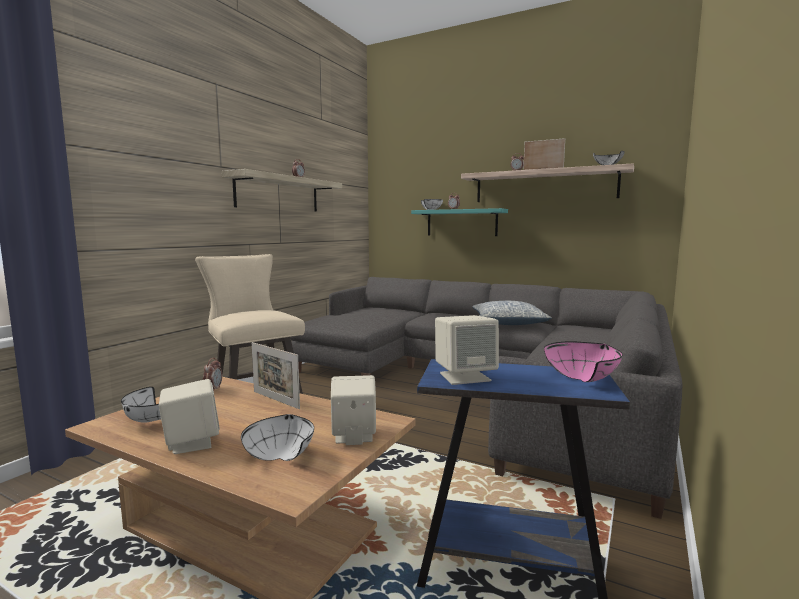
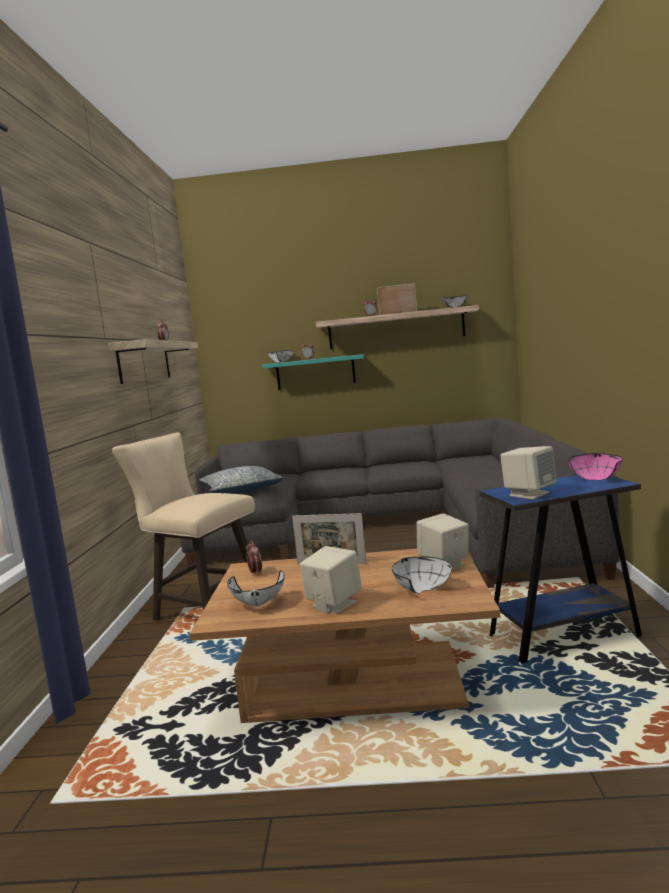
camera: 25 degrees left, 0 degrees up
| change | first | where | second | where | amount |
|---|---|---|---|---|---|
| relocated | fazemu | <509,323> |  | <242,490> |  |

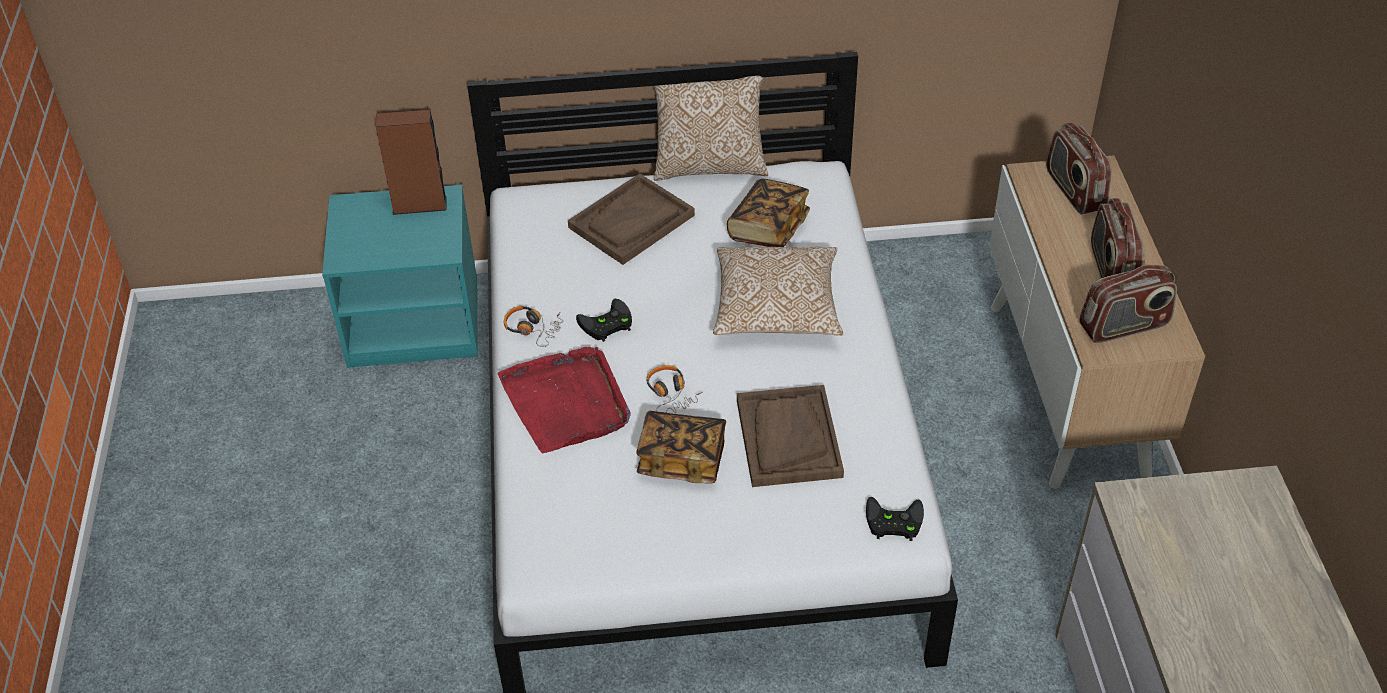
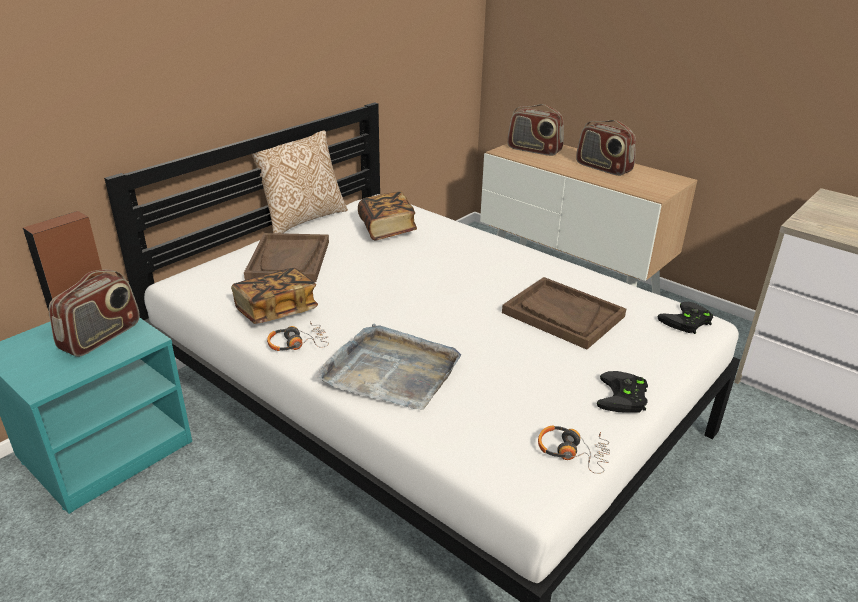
camera: 45 degrees left, 15 degrees down
| change | first | where | second | where | amount |
|---|---|---|---|---|---|
| missing | fazemu | <776,309> |  |  |  |
| relocated | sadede | <1124,326> |  | <101,337> |  |
| relocated | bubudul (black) | <606,325> |  | <624,398> |  |
| colour | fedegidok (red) | <567,402> | fedegidok (grey) | <391,371> |  |
| relocated | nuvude | <670,394> |  | <572,452> |  |
| relocated | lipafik | <682,459> |  | <276,310> |  |

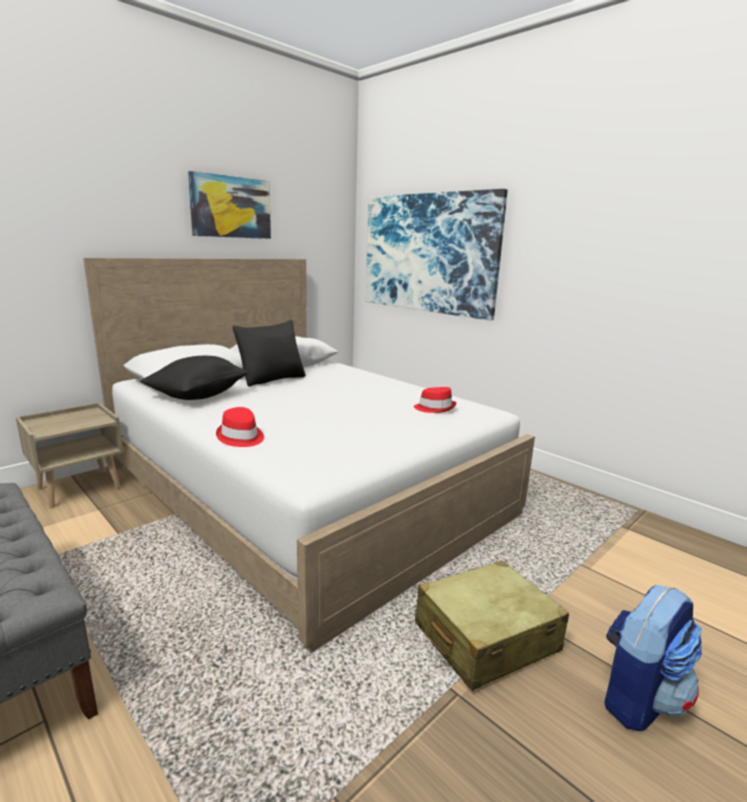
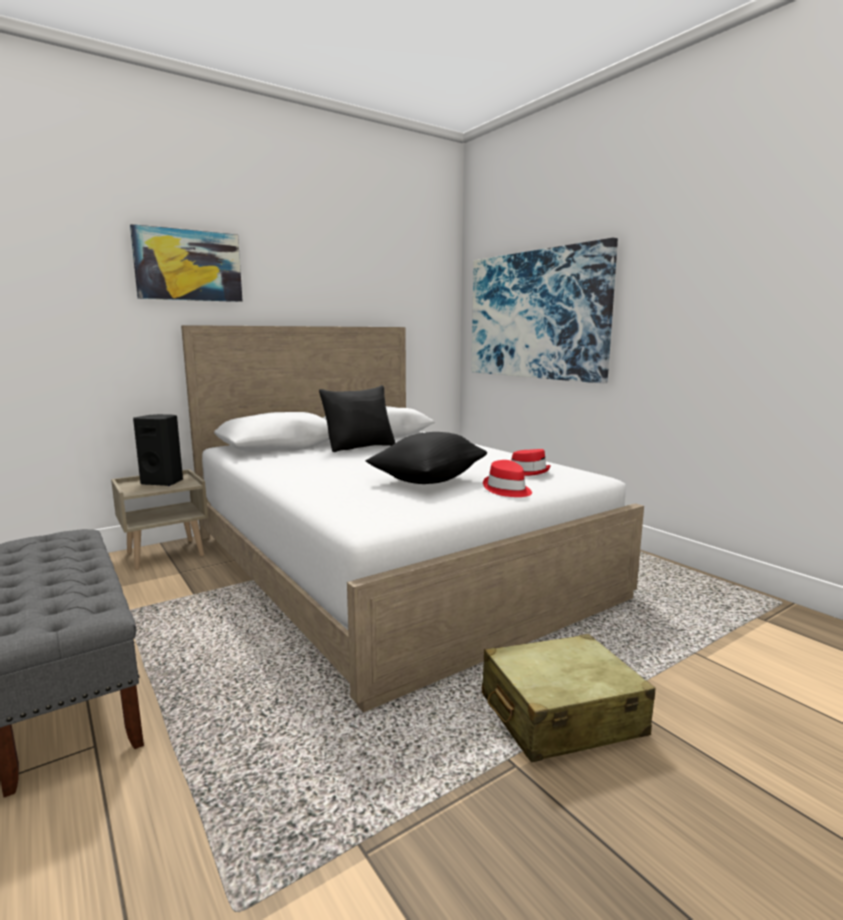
camera: 10 degrees right, 5 degrees down
| change | first | where | second | where | amount |
|---|---|---|---|---|---|
| relocated | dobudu | <231,207> |  | <188,265> |  |
| relocated | fazemu (black) | <198,396> |  | <428,480> |  |
| relocated | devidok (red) | <240,437> |  | <507,490> |  |
| missing | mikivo | <638,697> |  |  |  |
| appeared |  |  | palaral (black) | <163,482> |  |

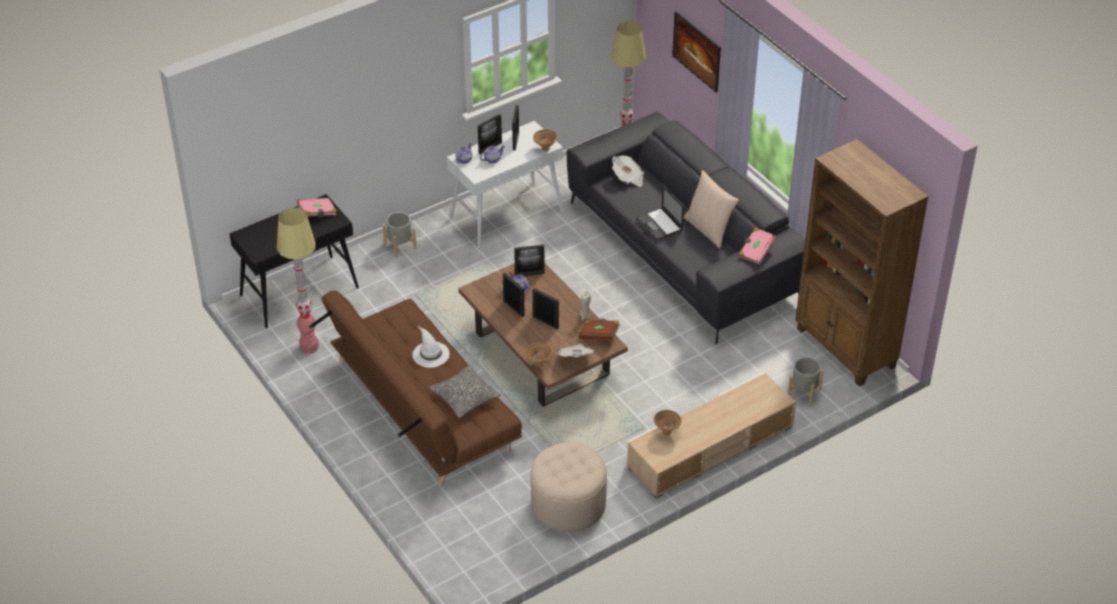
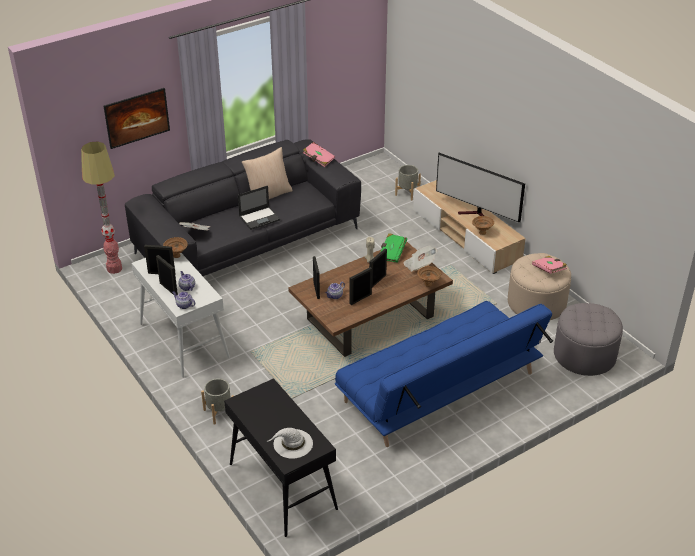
camera: 90 degrees left, 5 degrees down
| change | first | where | second | where | amount |
|---|---|---|---|---|---|
| missing | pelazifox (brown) | <845,349> |  |  |  |
| relocated | lipafik (pink) | <317,213> |  | <549,270> |  |
| missing | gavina | <309,347> |  |  |  |
| colour | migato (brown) | <422,407> | migato (blue) | <440,388> |  |
| colour | lipafik (brown) | <599,335> | lipafik (green) | <392,253> |  |
| relocated | devidok (white) | <430,354> |  | <292,444> |  |
| missing | fazemu | <465,397> |  |  |  |
| appeared |  |  | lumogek | <477,216> |  |
| appeared |  |  | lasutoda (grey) | <584,355> |  |

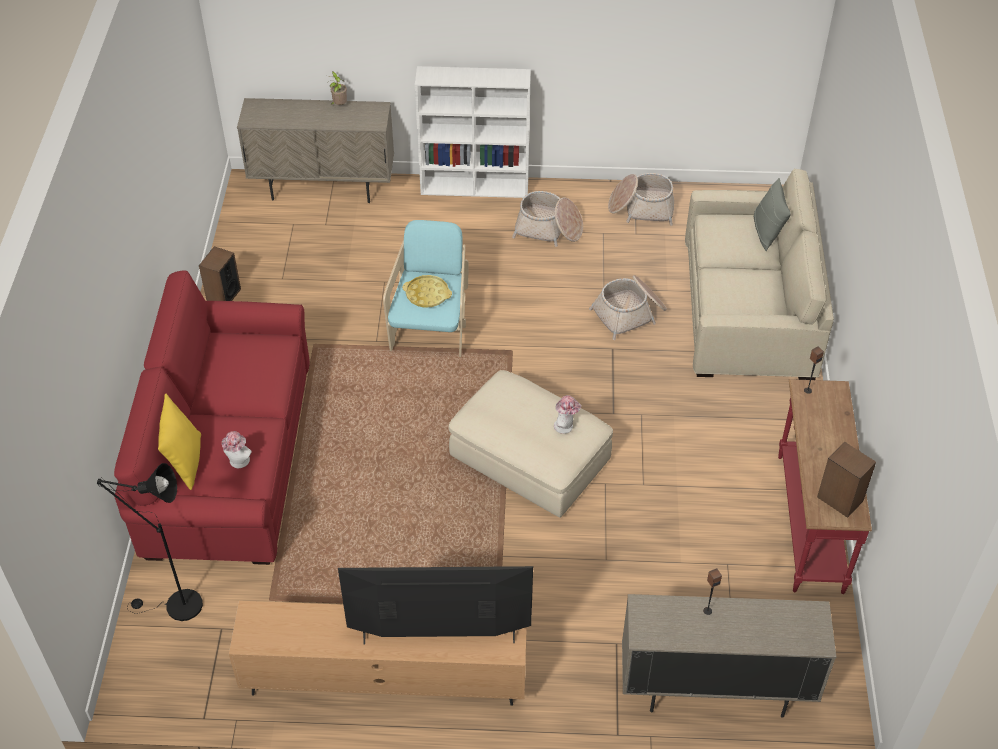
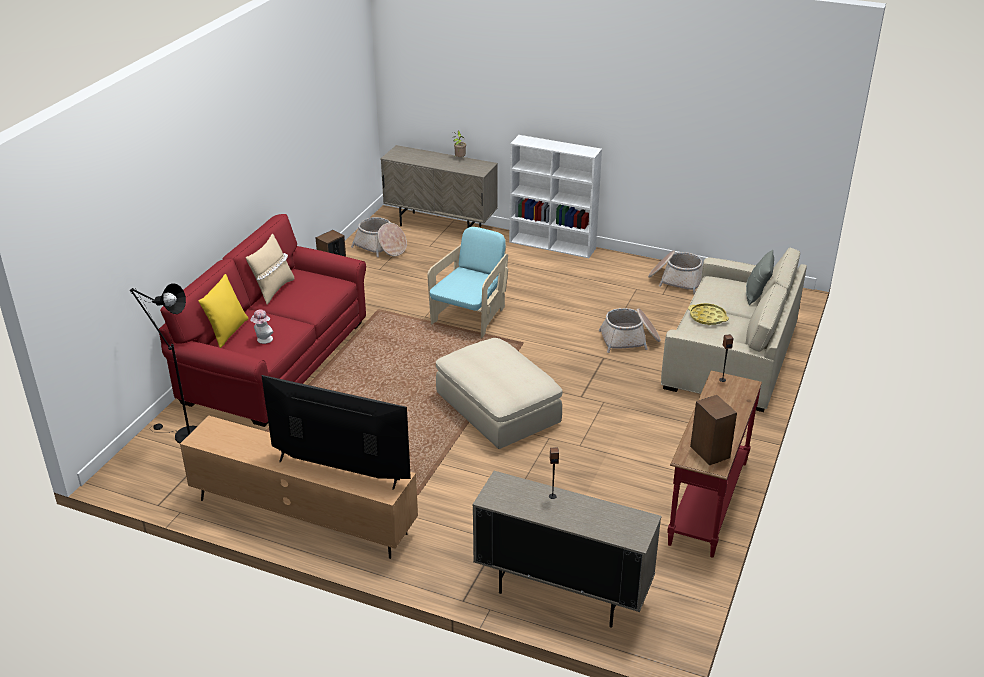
camera: 20 degrees right, 15 degrees down
| change | first | where | second | where | amount |
|---|---|---|---|---|---|
| relocated | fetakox | <548,229> |  | <381,247> |  |
| relocated | fedegidok (yellow) | <427,294> |  | <707,317> |  |
| missing | devidok | <566,426> |  |  |  |
| appeared |  |  | fazemu (beige) | <273,290> |  |

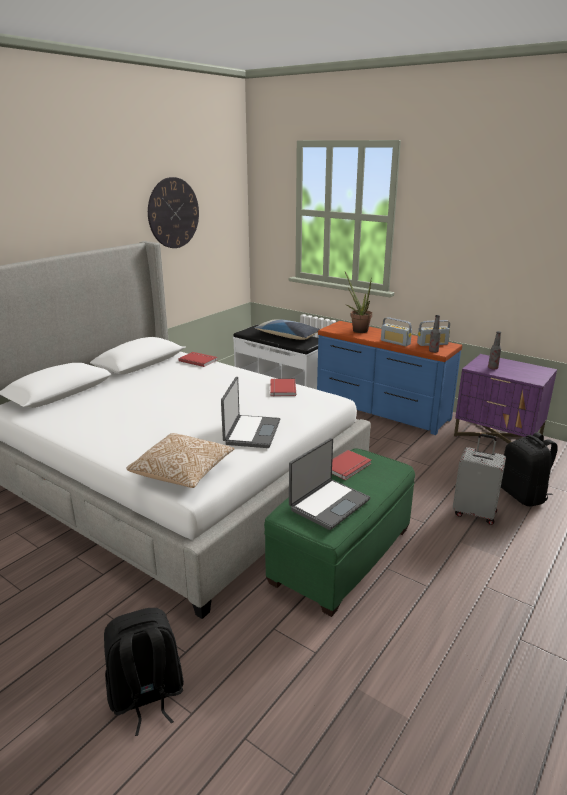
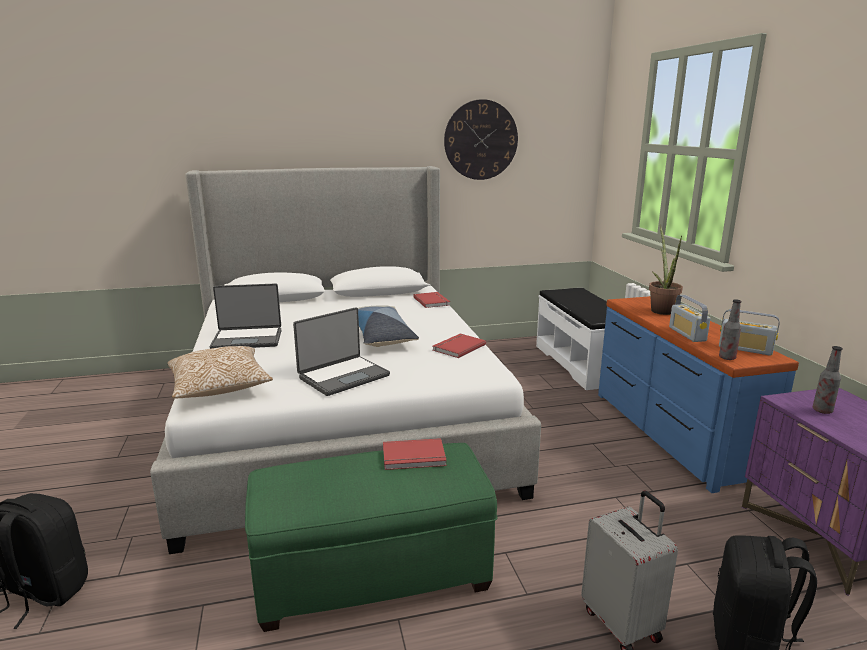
camera: 40 degrees right, 5 degrees down
| change | first | where | second | where | amount |
|---|---|---|---|---|---|
| relocated | fazemu | <287,336> |  | <380,335> |  |
| relocated | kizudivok | <328,504> |  | <247,339> |  |

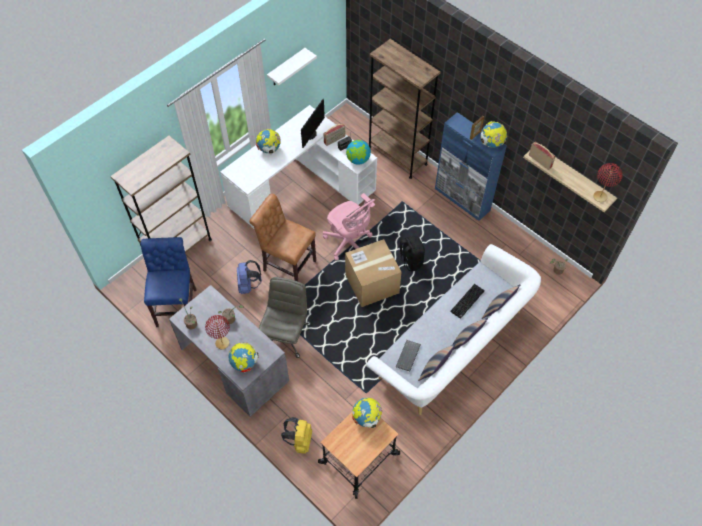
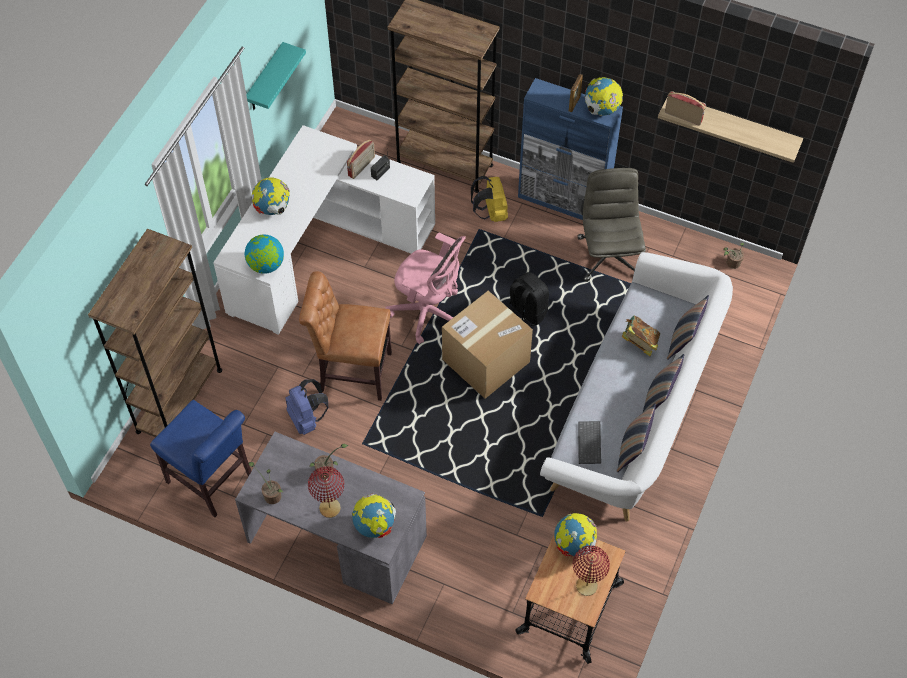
camera: 20 degrees left, 0 degrees up
| change | first | where | second | where | amount |
|---|---|---|---|---|---|
| colour | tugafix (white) | <286,68> | tugafix (turquoise) | <265,79> |  |
| missing | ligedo | <310,134> |  |  |  |
| relocated | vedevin | <358,160> |  | <266,265> |  |
| relocated | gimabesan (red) | <600,197> |  | <586,586> |  |
| spun | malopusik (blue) | <177,305> |  | <213,482> | 150 degrees clockwise |
| relocated | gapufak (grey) | <286,335> |  | <608,256> |  |
| exchanged | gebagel | <467,302> | lipafik | <639,343> |  |
| relocated | mikivo (yellow) | <299,441> |  | <491,213> |  |

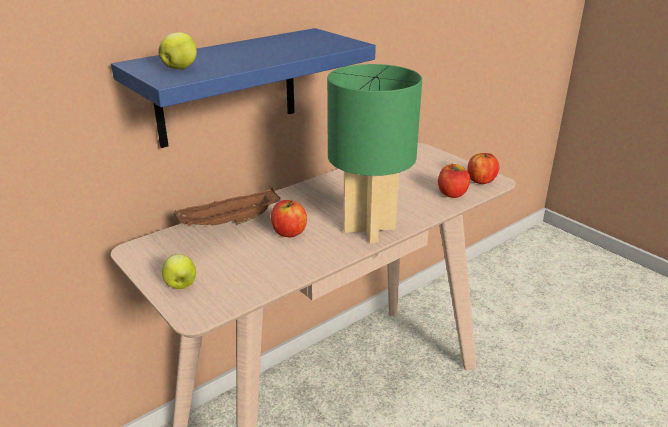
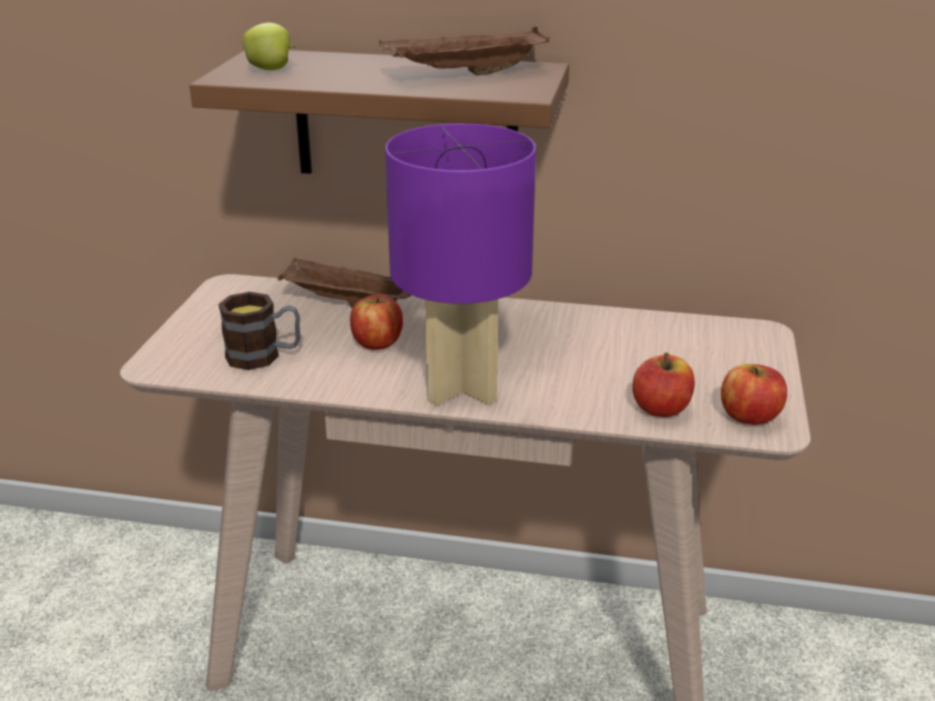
camera: 50 degrees right, 0 degrees up
| change | first | where | second | where | amount |
|---|---|---|---|---|---|
| colour | tugafix (blue) | <227,87> | tugafix (brown) | <405,118> |  |
| colour | gimabesan (green) | <370,229> | gimabesan (purple) | <460,388> |  |
| missing | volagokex | <181,285> |  |  |  |
| appeared |  |  | fedegidok (brown) | <464,74> |  |
| appeared |  |  | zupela | <264,356> |  |

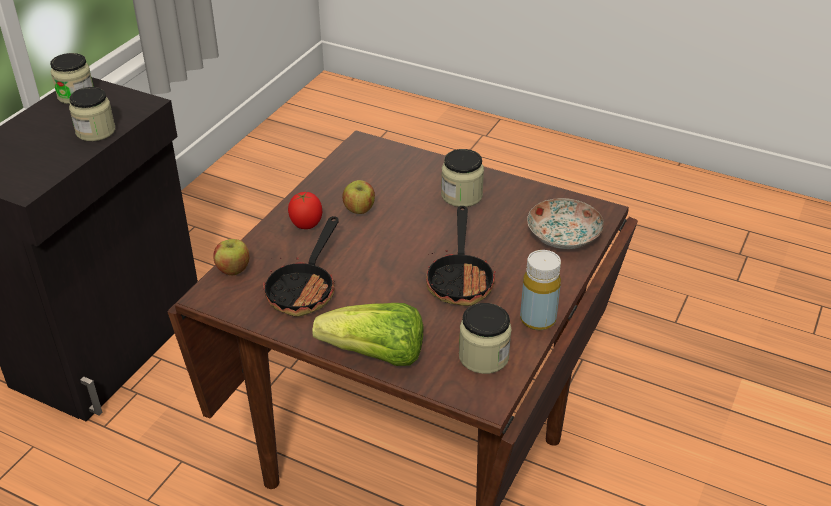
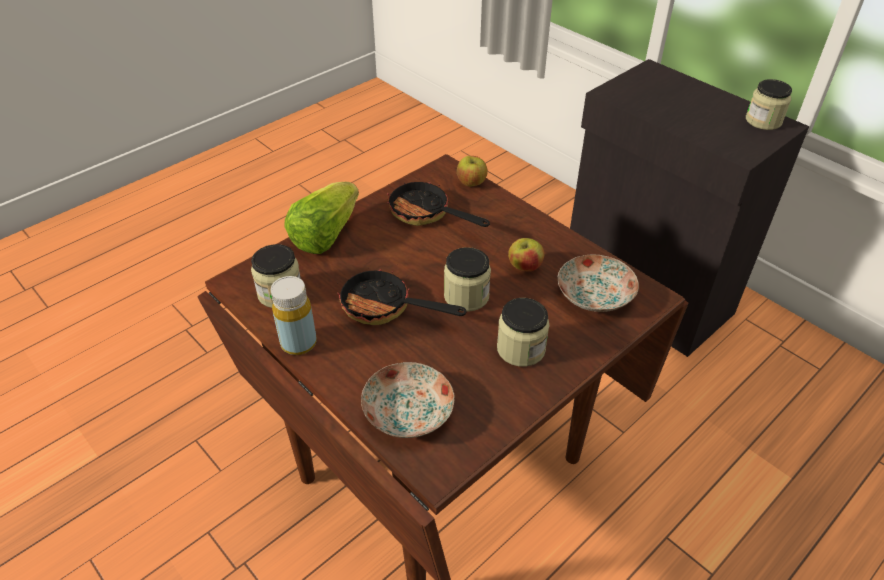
camera: 110 degrees right, 5 degrees up
| change | first | where | second | where | amount |
|---|---|---|---|---|---|
| relocated | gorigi | <95,131> |  | <466,296> |  |
| missing | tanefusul | <306,226> |  |  |  |
| appeared |  |  | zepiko | <595,296> |  |

